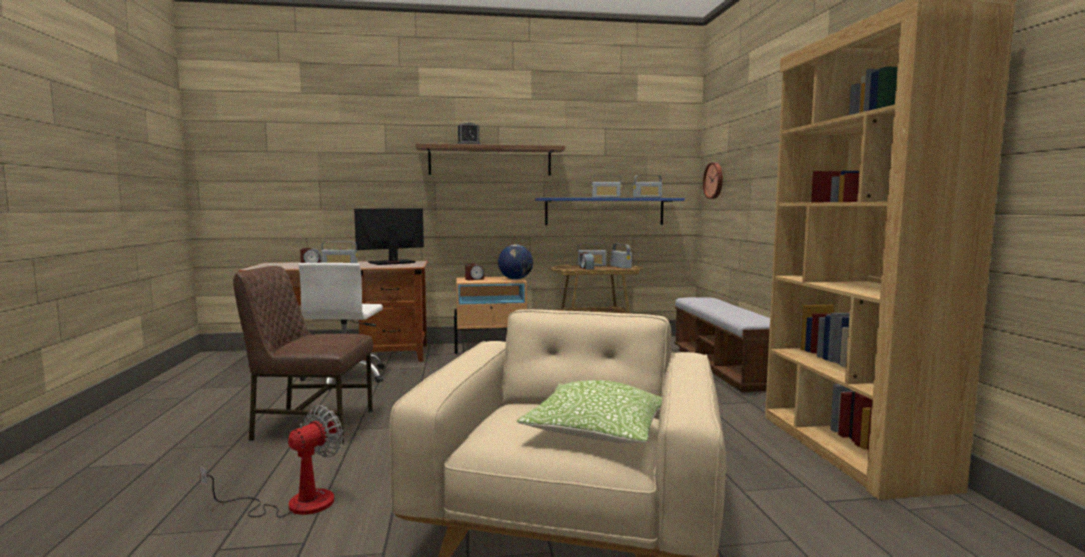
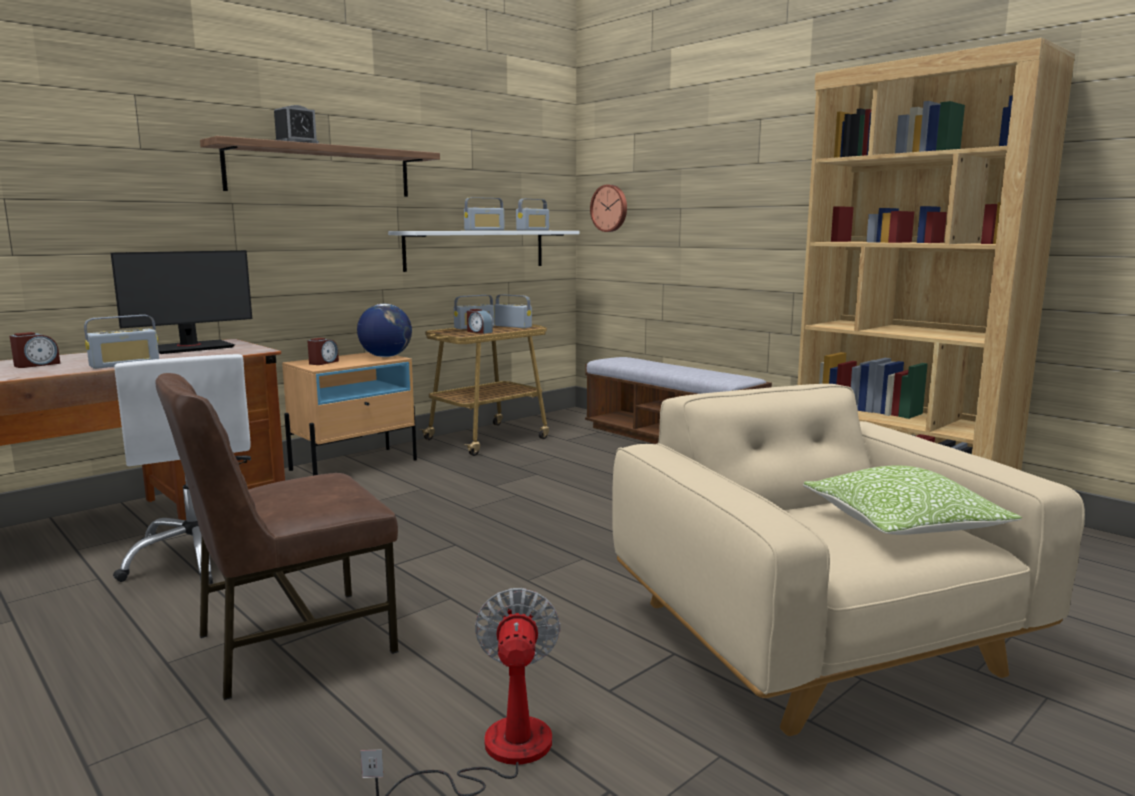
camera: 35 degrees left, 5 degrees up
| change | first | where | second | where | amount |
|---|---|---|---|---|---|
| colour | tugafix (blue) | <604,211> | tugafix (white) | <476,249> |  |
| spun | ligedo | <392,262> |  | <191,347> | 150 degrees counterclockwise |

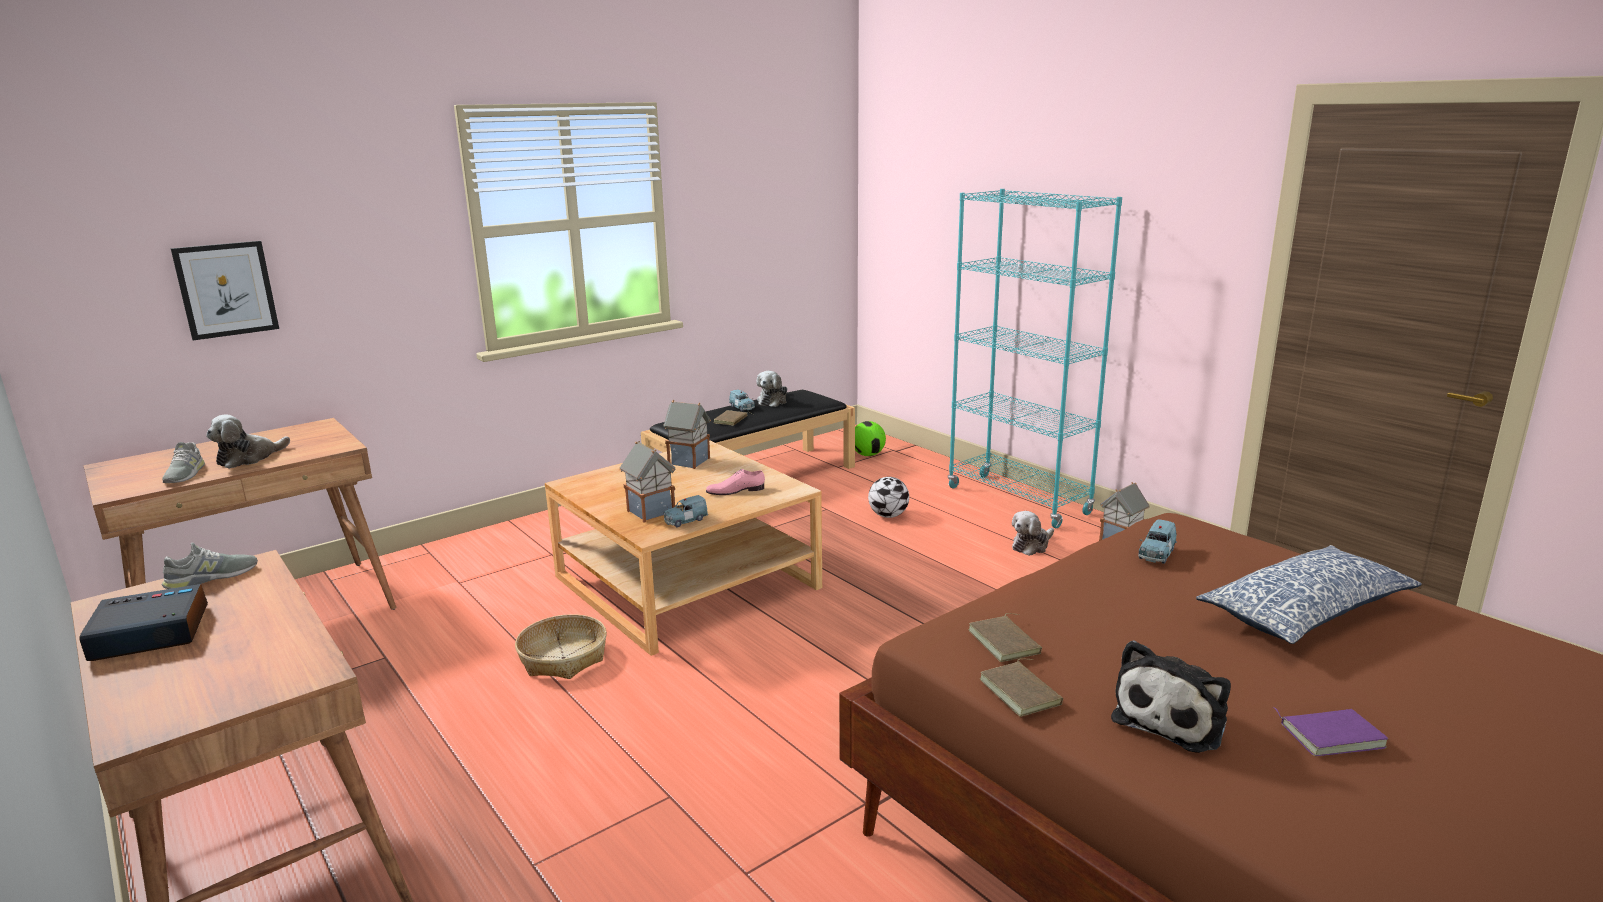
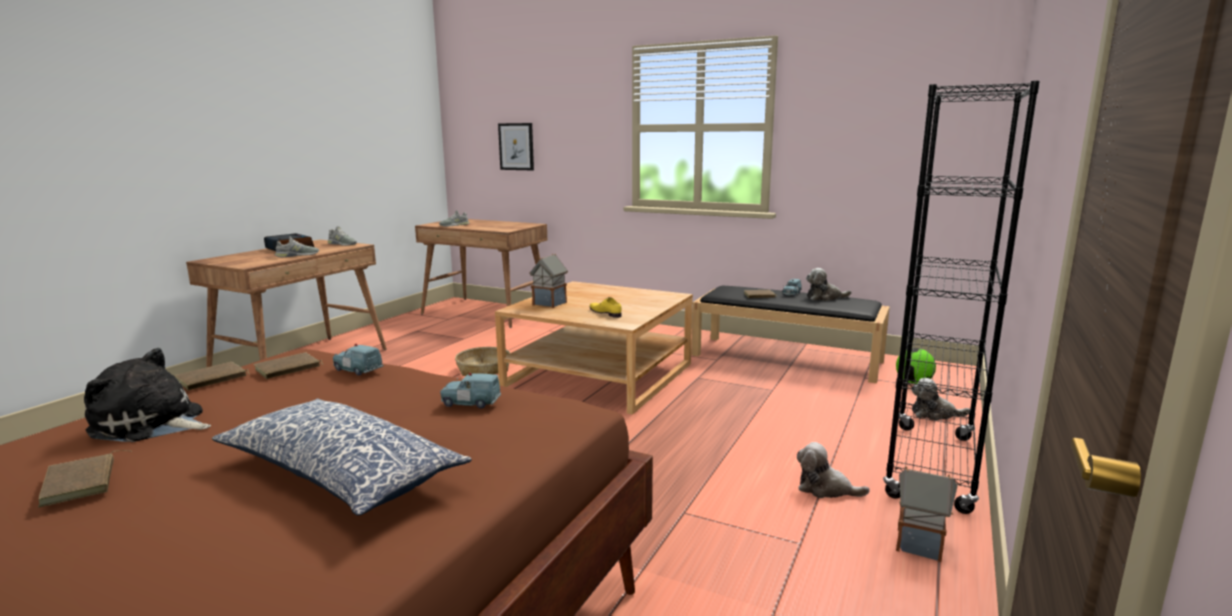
camera: 65 degrees right, 5 degrees down
| change | first | where | second | where | amount |
|---|---|---|---|---|---|
| colour | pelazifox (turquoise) | <1018,501> | pelazifox (black) | <931,466> |  |
| missing | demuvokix | <690,461> |  |  |  |
| relocated | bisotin | <249,458> |  | <934,414> |  |
| colour | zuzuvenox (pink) | <735,490> | zuzuvenox (yellow) | <606,312> |  |
| missing | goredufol | <888,516> |  |  |  |
| relocated | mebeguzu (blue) | <685,521> |  | <358,370> |  |
| colour | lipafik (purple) | <1330,734> | lipafik (brown) | <83,483> |  |
| appeared |  |  | zuzuvenox (grey) | <297,255> |  |

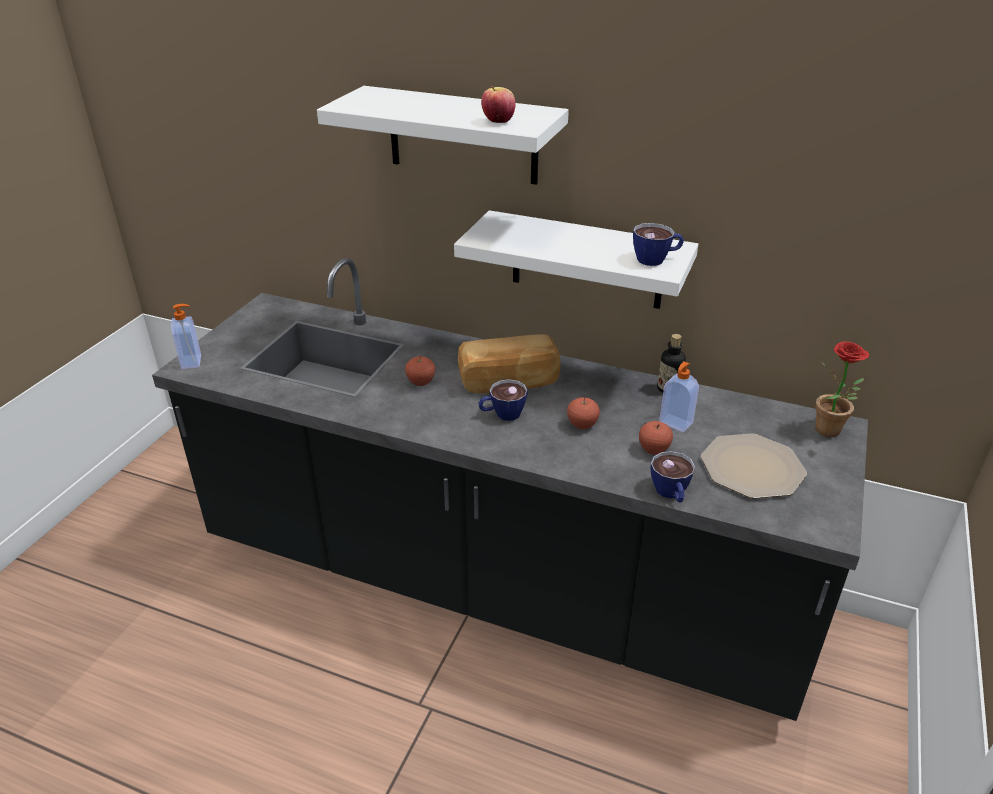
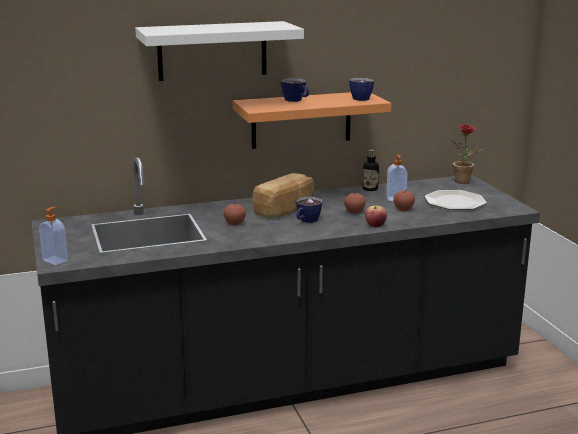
camera: 40 degrees left, 15 degrees down
| change | first | where | second | where | amount |
|---|---|---|---|---|---|
| relocated | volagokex | <498,121> |  | <375,226> |  |
| colour | tugafix (white) | <587,260> | tugafix (orange) | <301,120> |  |
| relocated | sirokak | <671,494> |  | <296,100> |  |

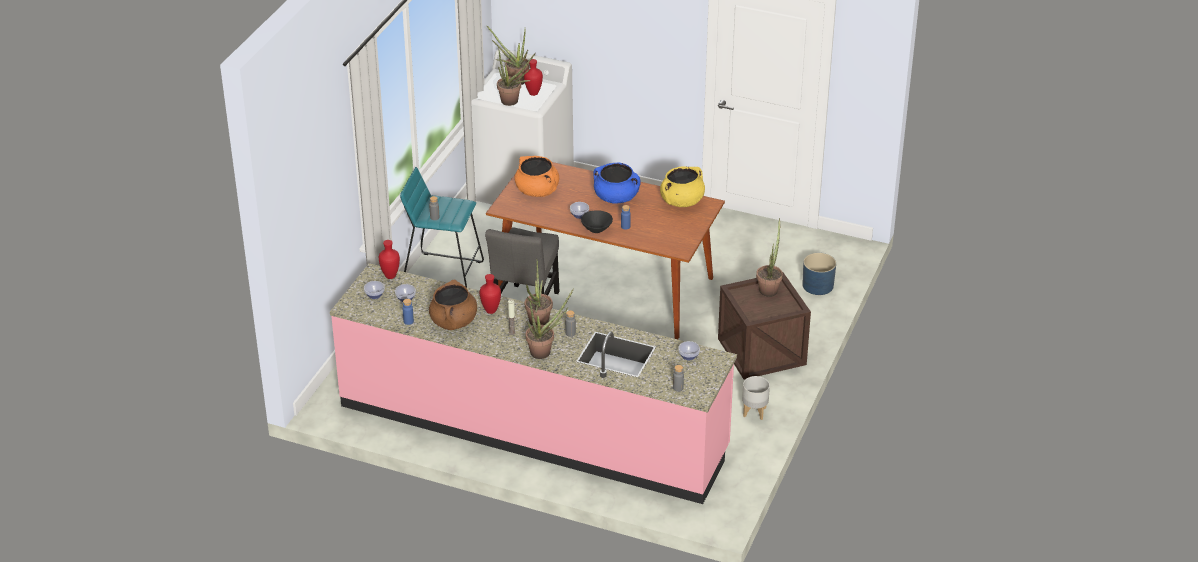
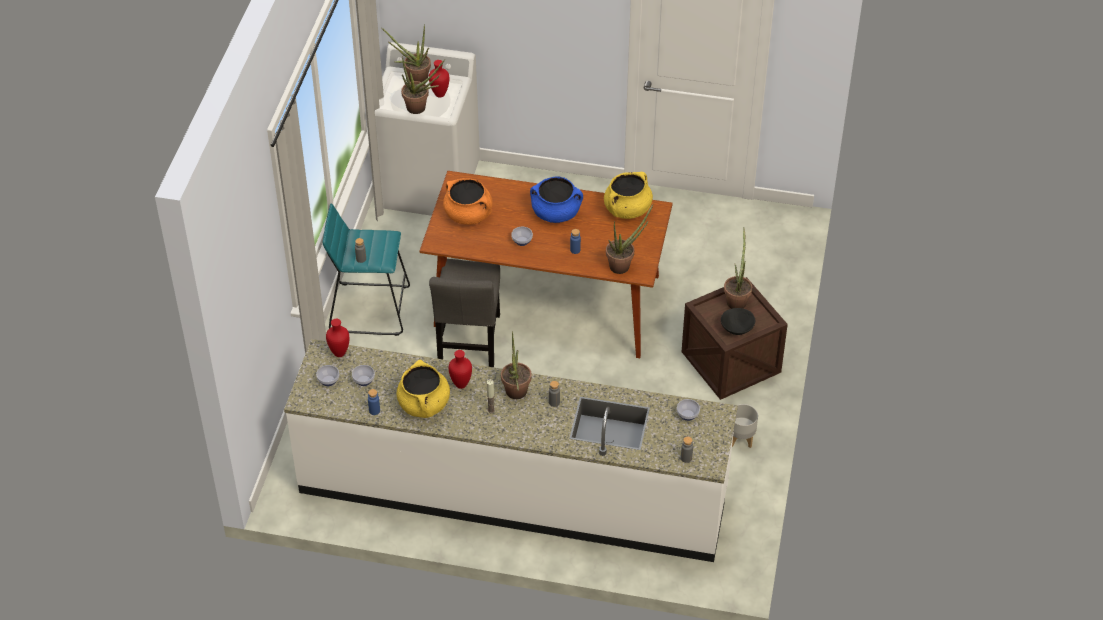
camera: 10 degrees left, 10 degrees up
| change | first | where | second | where | amount |
|---|---|---|---|---|---|
| relocated | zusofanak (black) | <597,229> |  | <737,329> |  |
| missing | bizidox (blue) | <818,286> |  |  |  |
| colour | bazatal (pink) | <533,428> | bazatal (white) | <513,491> |  |
| colour | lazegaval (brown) | <453,322> | lazegaval (yellow) | <424,404> |  |
| relocated | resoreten | <545,352> |  | <623,265> |  |

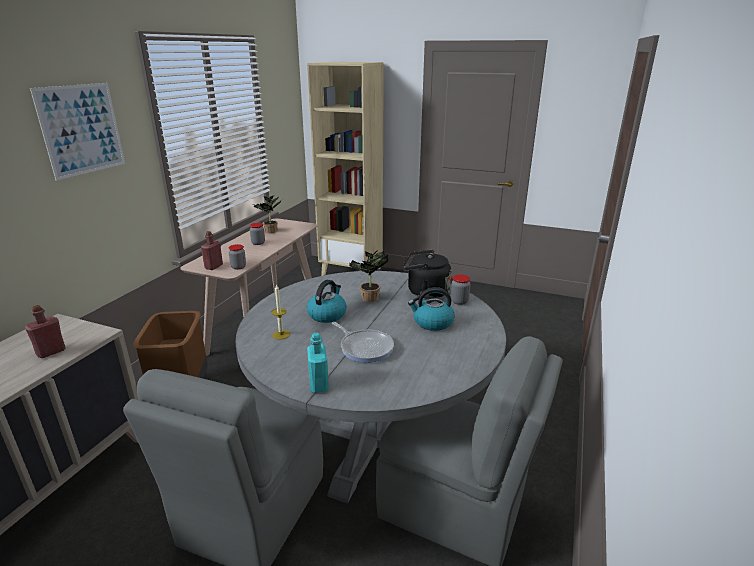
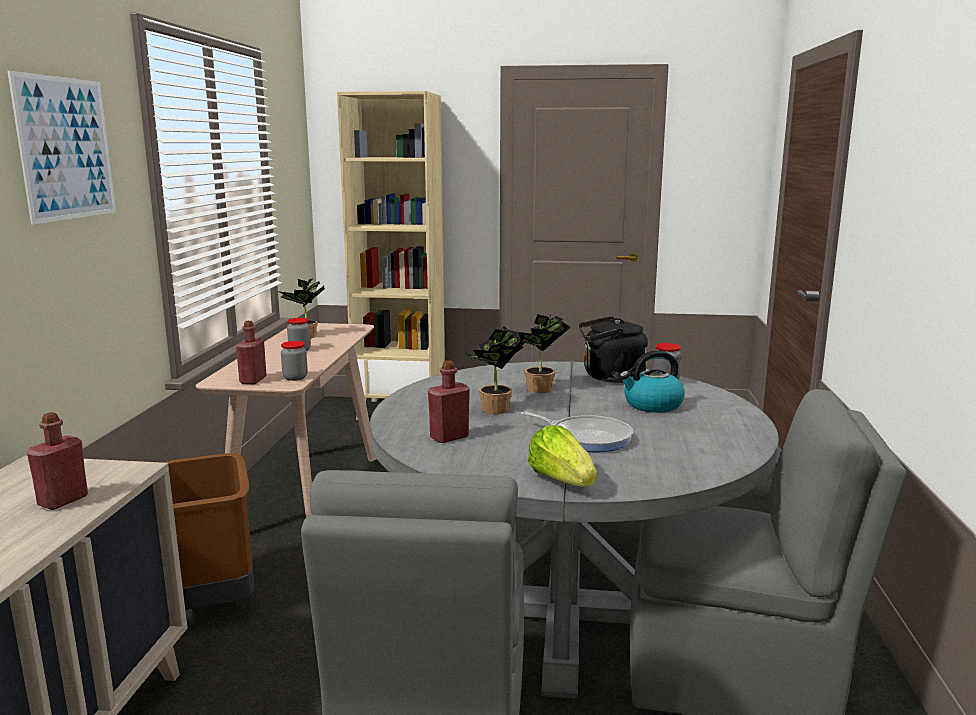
camera: 15 degrees left, 10 degrees down
| change | first | where | second | where | amount |
|---|---|---|---|---|---|
| exchanged | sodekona | <327,314> | resoreten | <496,411> |  |
| exchanged | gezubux | <281,334> | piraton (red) | <449,437> |  |
| exchanged | piraton (turquoise) | <319,385> | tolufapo | <562,481> |  |

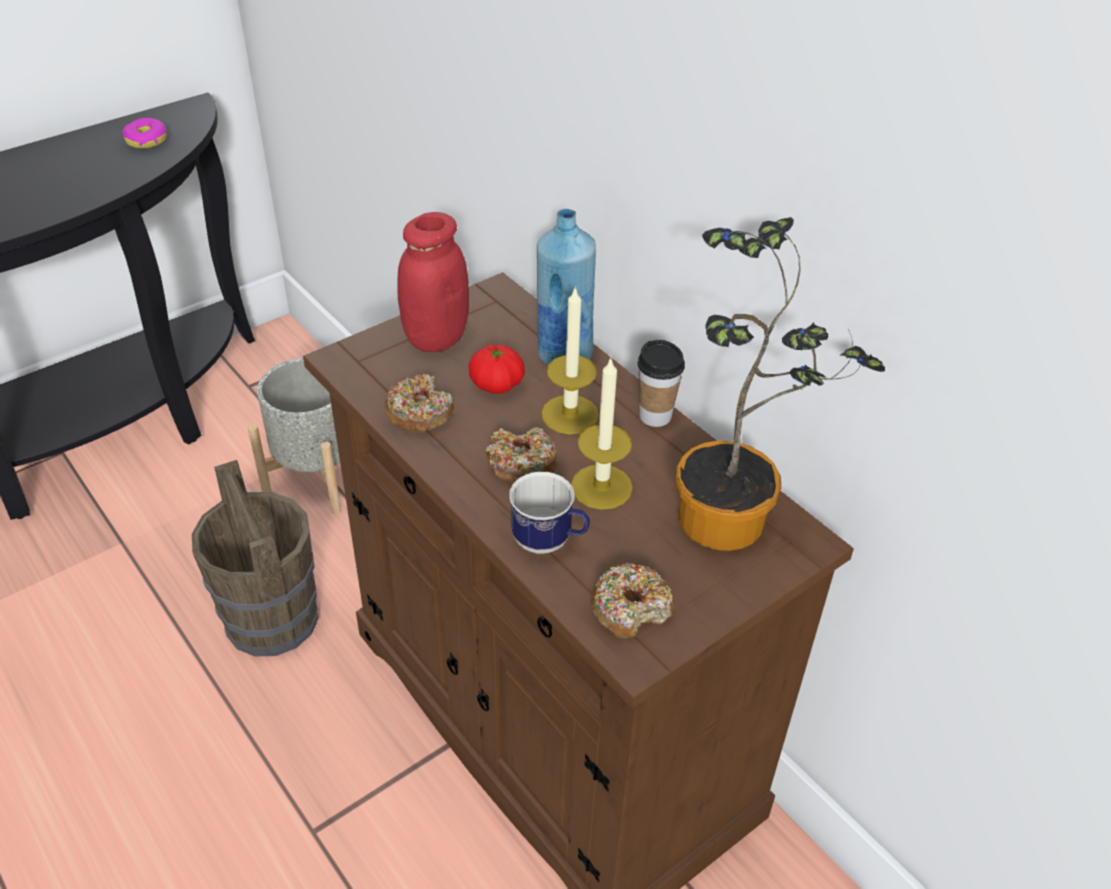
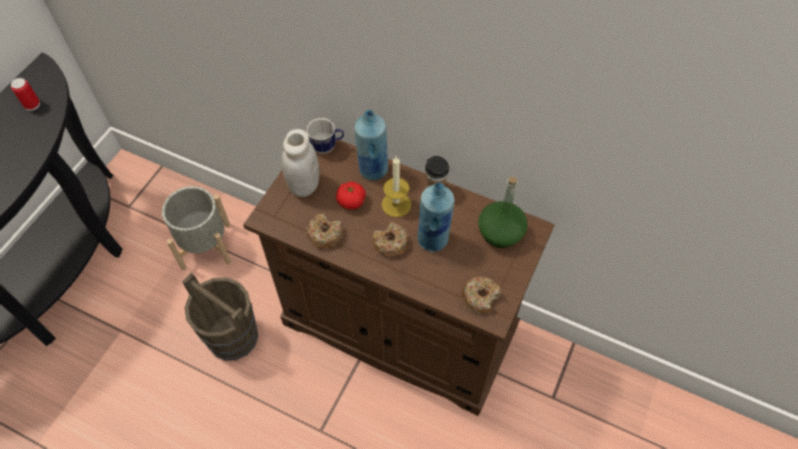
camera: 25 degrees left, 15 degrees up
| change | first | where | second | where | amount |
|---|---|---|---|---|---|
| exchanged | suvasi | <146,140> | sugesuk | <32,105> |  |
| colour | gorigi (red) | <436,338> | gorigi (white) | <304,185> |  |
| exchanged | resoreten | <735,521> | piraton (green) | <500,232> |  |
| exchanged | gezubux | <601,487> | piraton (blue) | <433,239> |  |
| relocated | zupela | <549,542> |  | <327,146> |  |

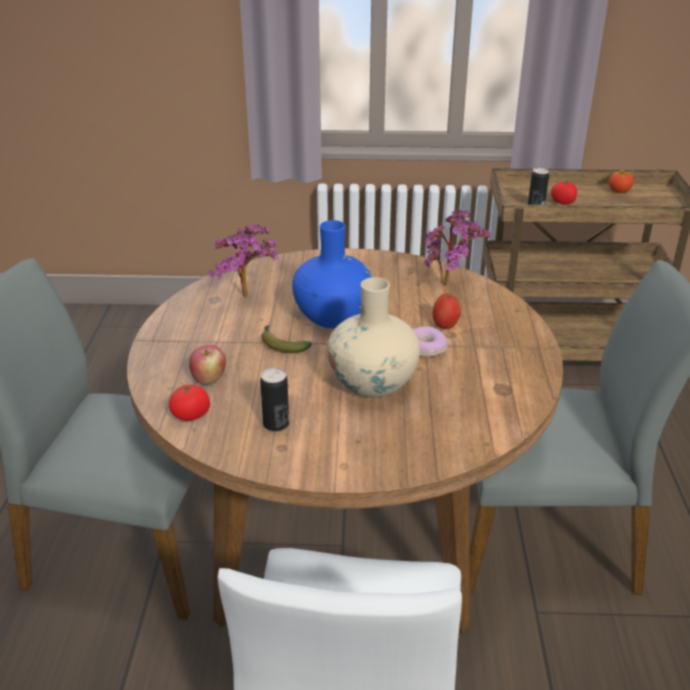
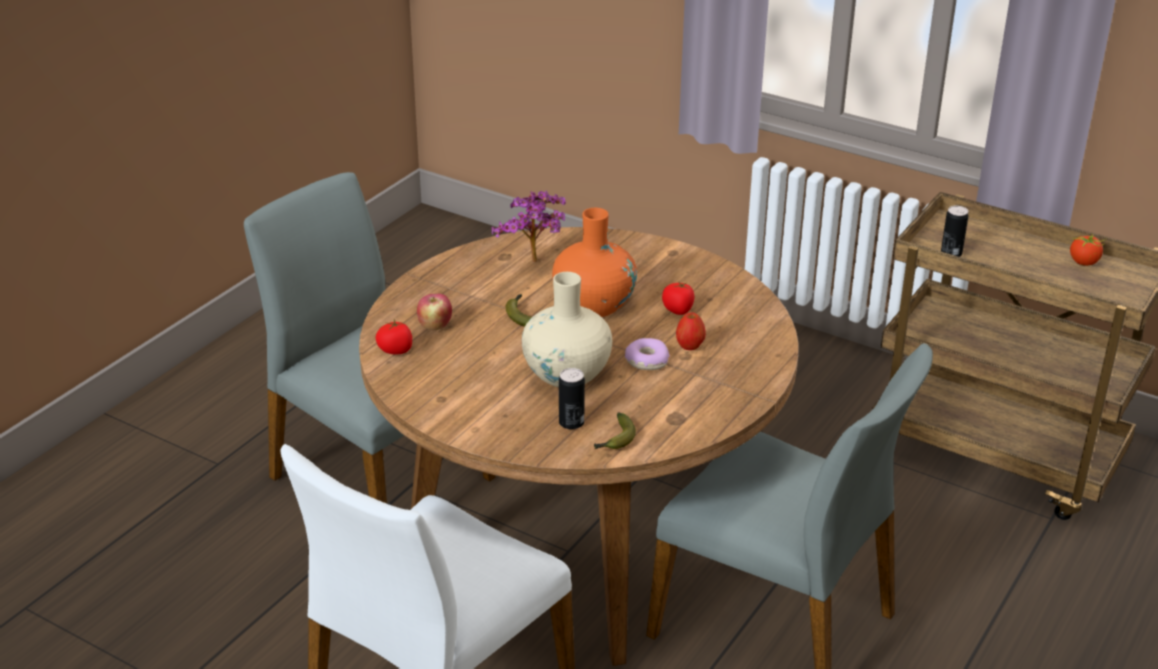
camera: 30 degrees right, 0 degrees up
| change | first | where | second | where | amount |
|---|---|---|---|---|---|
| relocated | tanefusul | <563,202> |  | <678,310> |  |
| missing | resoreten | <450,285> |  |  |  |
| colour | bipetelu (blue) | <333,317> | bipetelu (orange) | <594,305> |  |
| relocated | sugesuk | <276,424> |  | <571,423> |  |
| appeared |  |  | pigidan | <615,440> |  |

